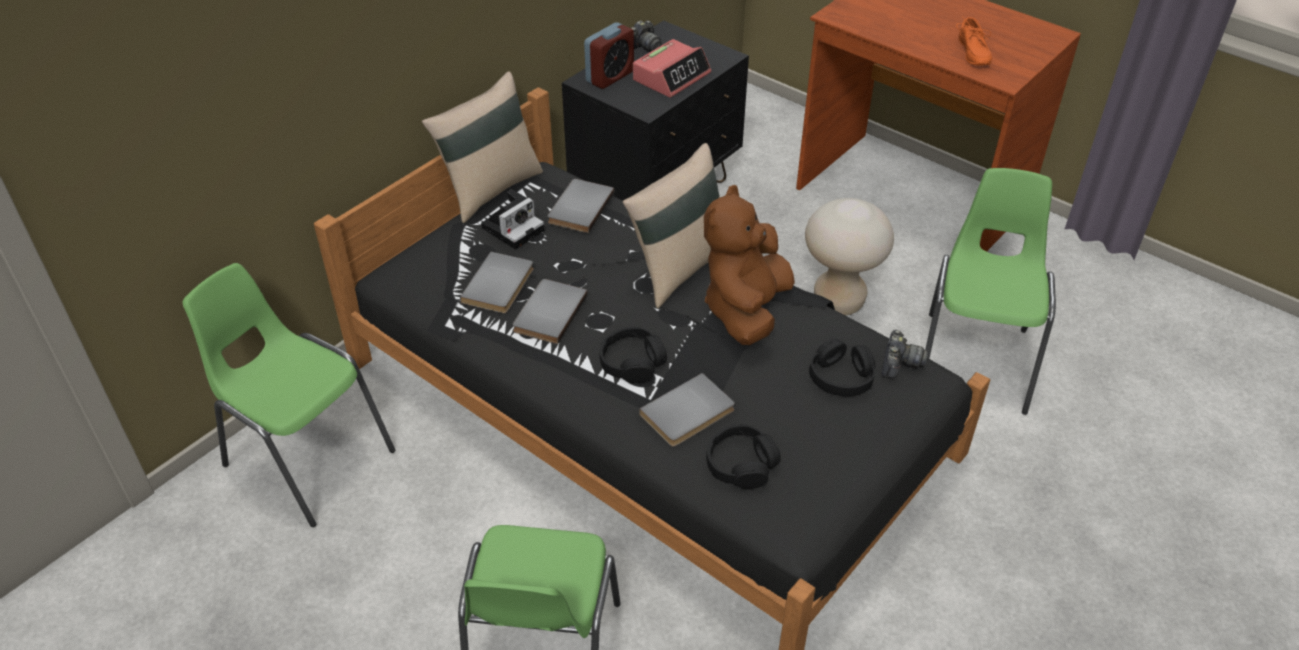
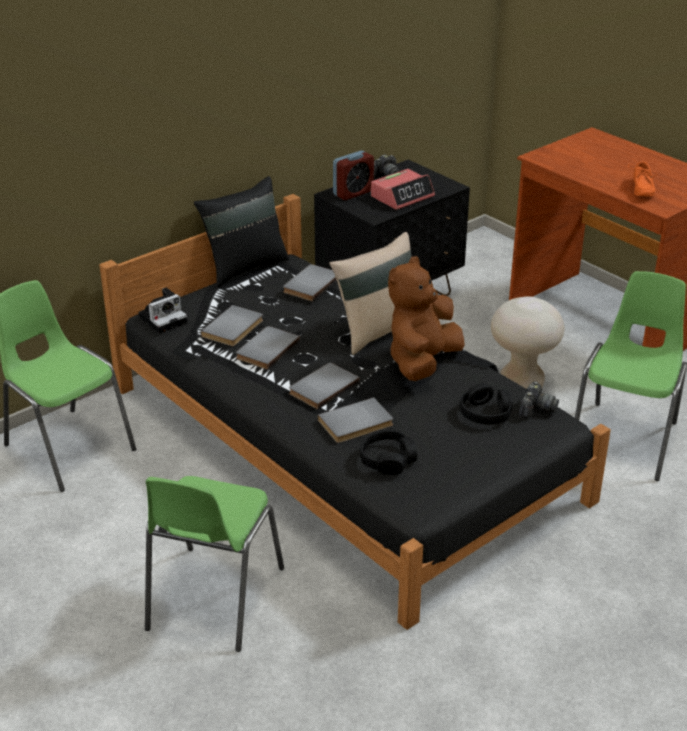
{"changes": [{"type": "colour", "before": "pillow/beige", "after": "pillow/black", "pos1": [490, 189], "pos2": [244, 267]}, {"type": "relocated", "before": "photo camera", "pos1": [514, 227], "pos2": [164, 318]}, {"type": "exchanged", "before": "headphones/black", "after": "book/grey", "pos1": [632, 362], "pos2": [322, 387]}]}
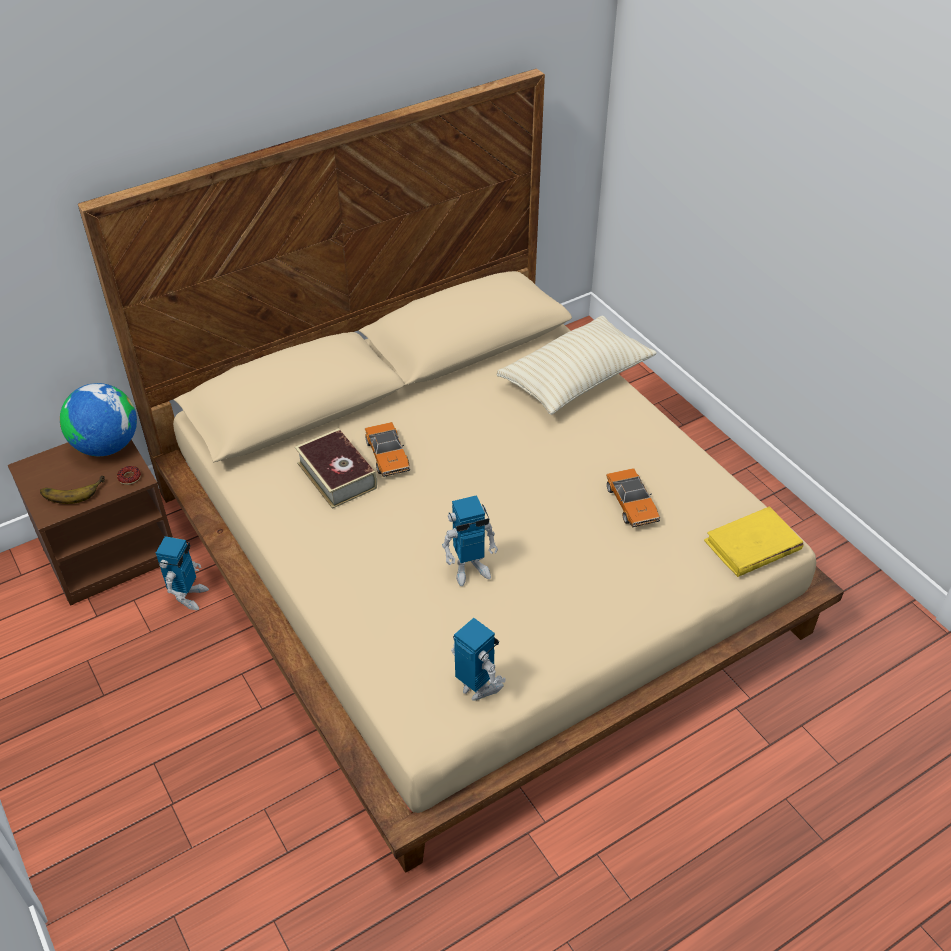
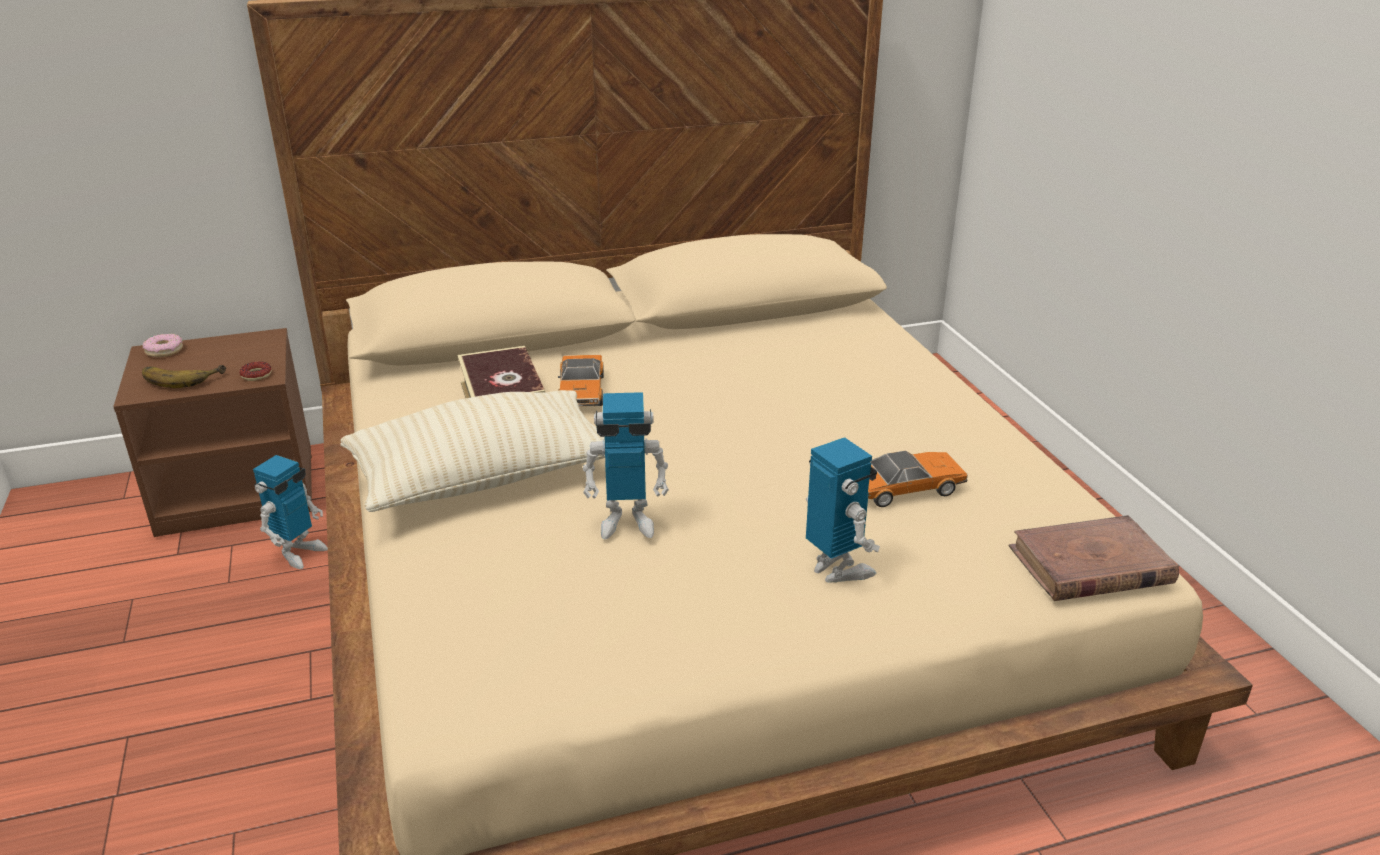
{"changes": [{"type": "relocated", "before": "pillow/beige", "pos1": [575, 379], "pos2": [482, 477]}, {"type": "missing", "before": "globe", "pos1": [107, 446]}, {"type": "spun", "before": "toy car", "pos1": [631, 504], "pos2": [906, 488], "turn": -105}, {"type": "colour", "before": "book/yellow", "after": "book/brown", "pos1": [752, 545], "pos2": [1090, 566]}, {"type": "relocated", "before": "toy robot", "pos1": [477, 687], "pos2": [837, 569]}, {"type": "appeared", "after": "donut", "pos2": [164, 351]}]}
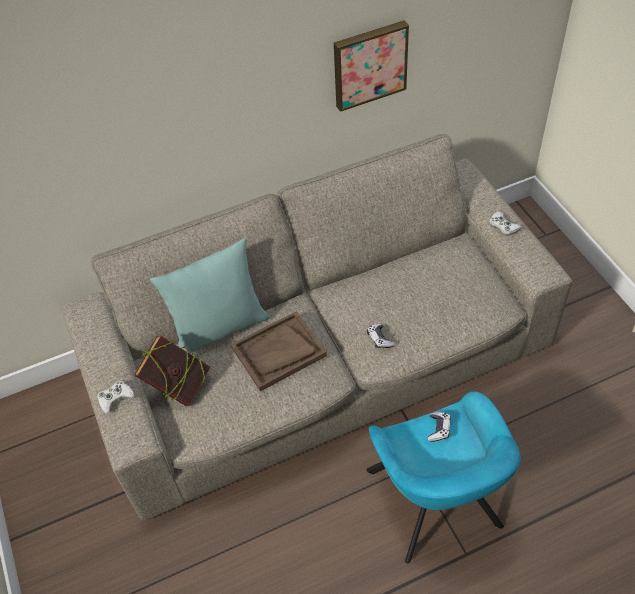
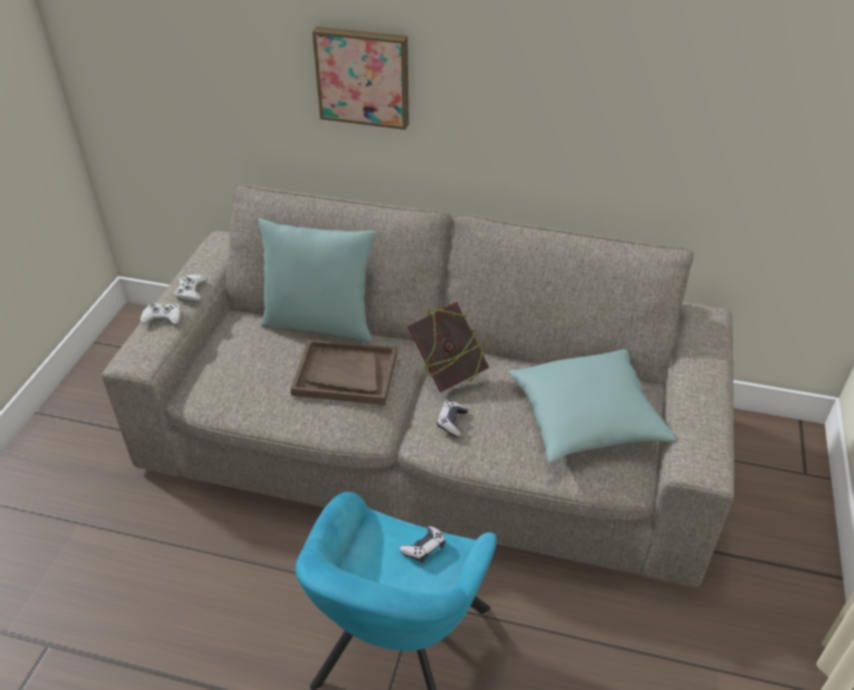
{"changes": [{"type": "relocated", "before": "picture", "pos1": [369, 64], "pos2": [363, 76]}, {"type": "relocated", "before": "game controller/white", "pos1": [503, 226], "pos2": [191, 291]}, {"type": "relocated", "before": "book", "pos1": [178, 387], "pos2": [447, 373]}, {"type": "appeared", "after": "pillow/turquoise", "pos2": [586, 419]}]}
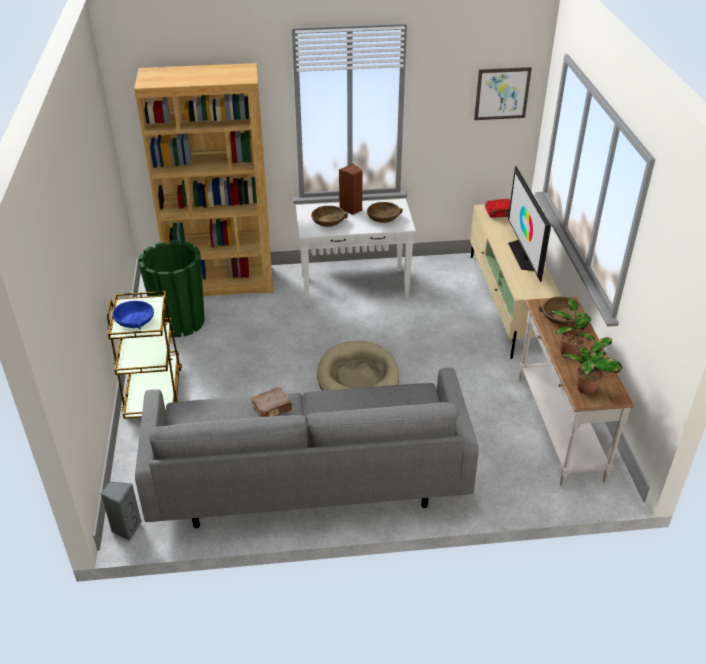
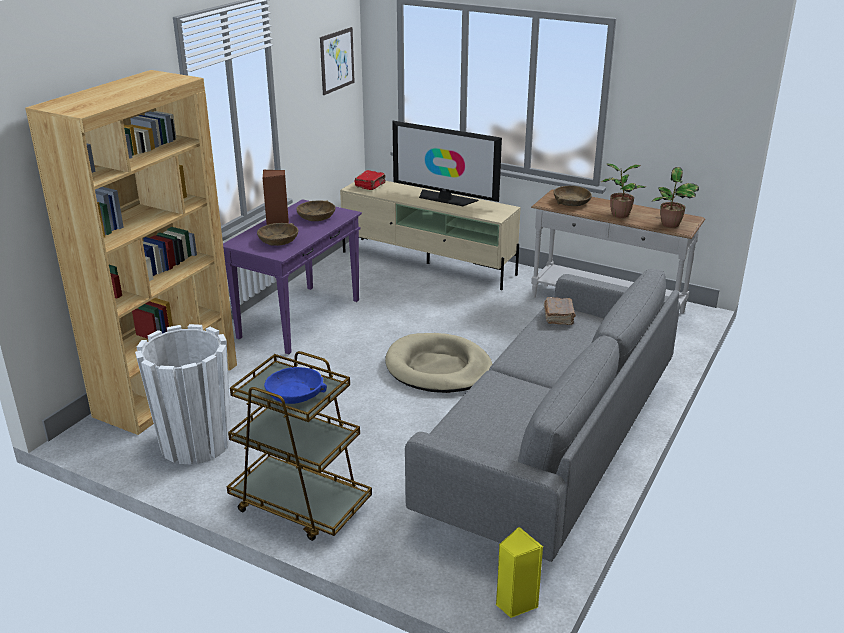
{"changes": [{"type": "colour", "before": "console table/white", "after": "console table/purple", "pos1": [355, 287], "pos2": [300, 318]}, {"type": "colour", "before": "planter/green", "after": "planter/white", "pos1": [180, 322], "pos2": [195, 442]}, {"type": "relocated", "before": "book/brown", "pos1": [272, 408], "pos2": [559, 317]}, {"type": "colour", "before": "speaker/grey", "after": "speaker/yellow", "pos1": [126, 528], "pos2": [515, 604]}]}
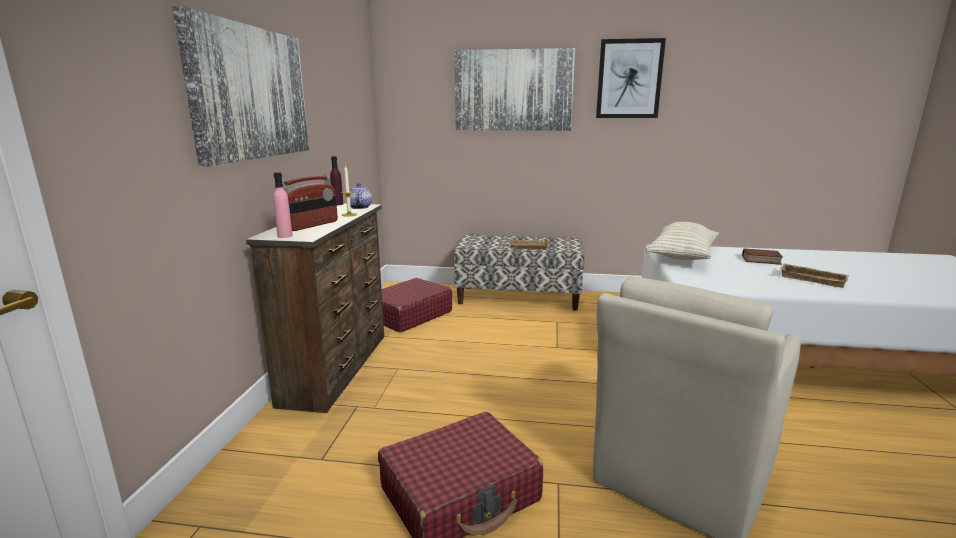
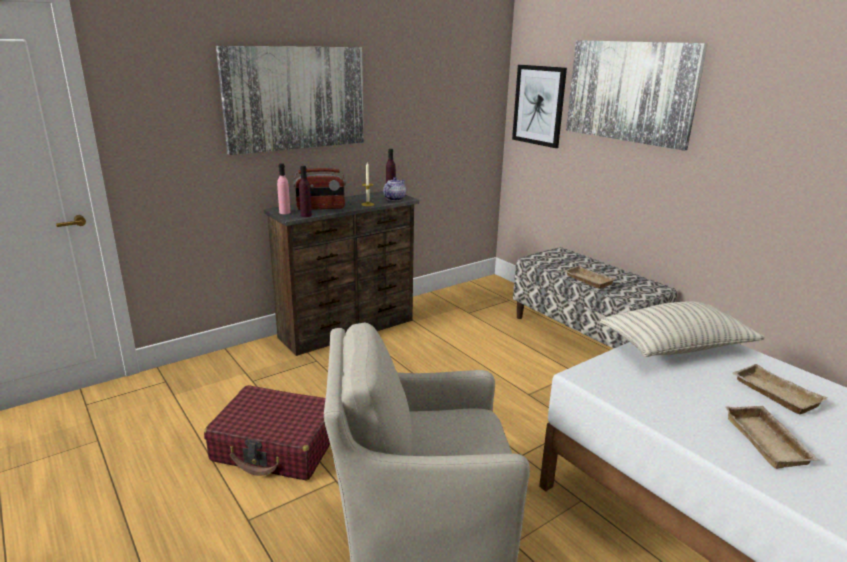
{"changes": [{"type": "relocated", "before": "picture", "pos1": [629, 79], "pos2": [539, 105]}, {"type": "exchanged", "before": "book", "after": "tray/beige", "pos1": [760, 260], "pos2": [773, 393]}, {"type": "missing", "before": "suitcase/red", "pos1": [409, 315]}, {"type": "appeared", "after": "bottle/purple", "pos2": [306, 215]}]}
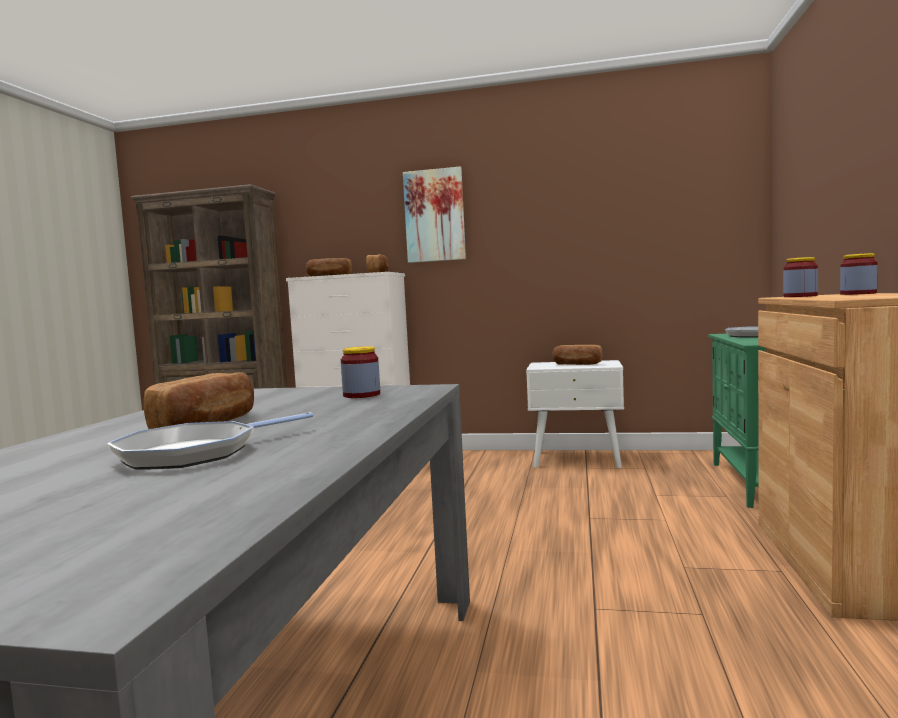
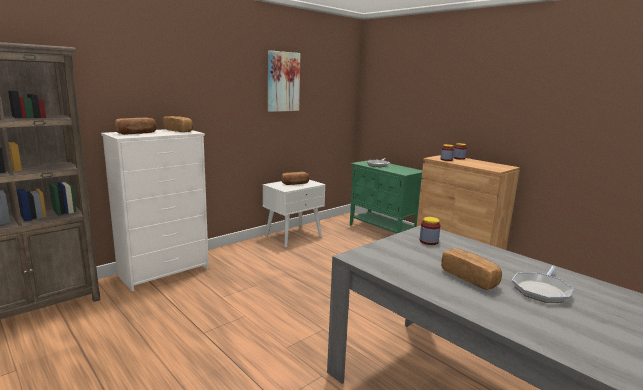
{"changes": [{"type": "relocated", "before": "picture", "pos1": [434, 215], "pos2": [283, 81]}, {"type": "spun", "before": "frying pan", "pos1": [195, 453], "pos2": [541, 290], "turn": 45}]}
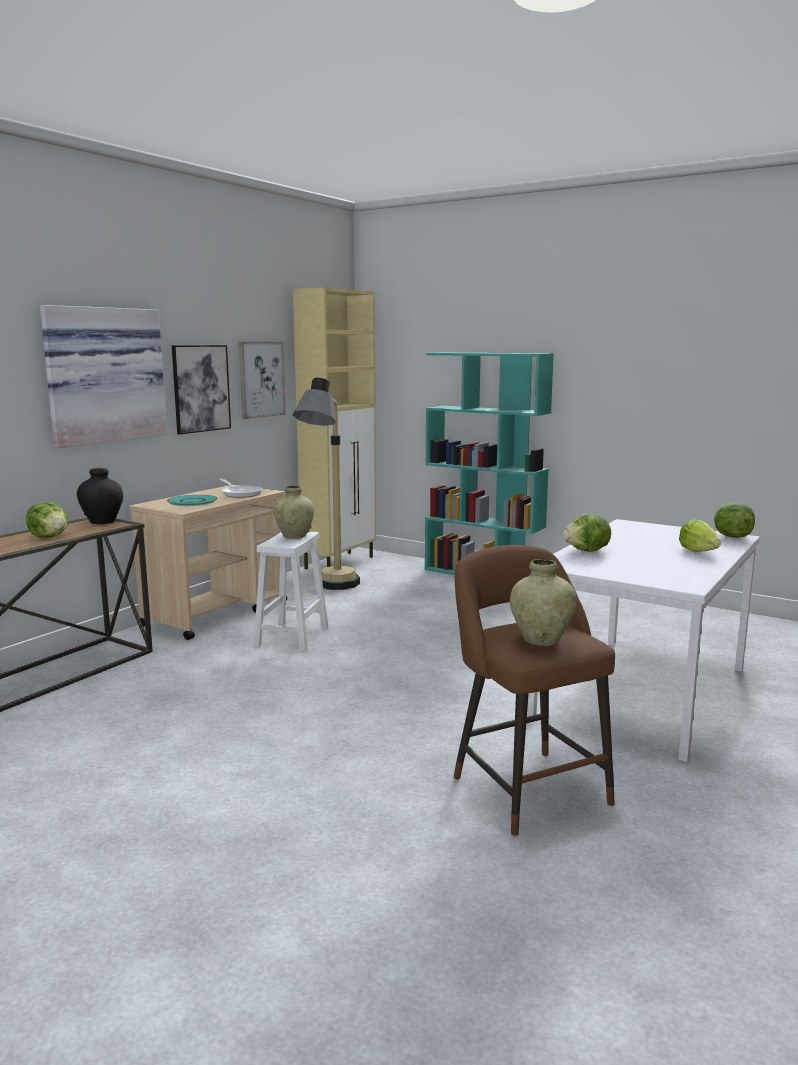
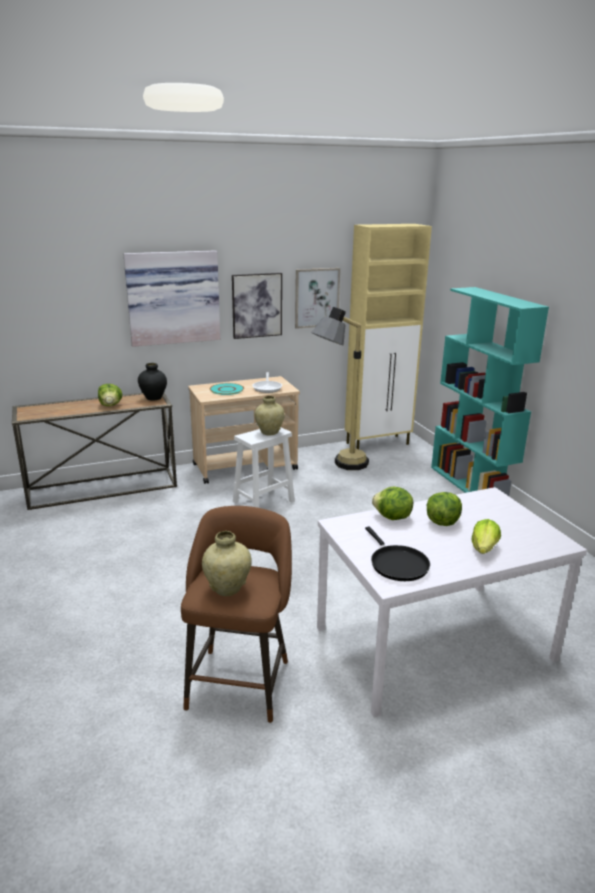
{"changes": [{"type": "relocated", "before": "lettuce", "pos1": [731, 536], "pos2": [442, 522]}, {"type": "appeared", "after": "frying pan/black", "pos2": [397, 564]}]}
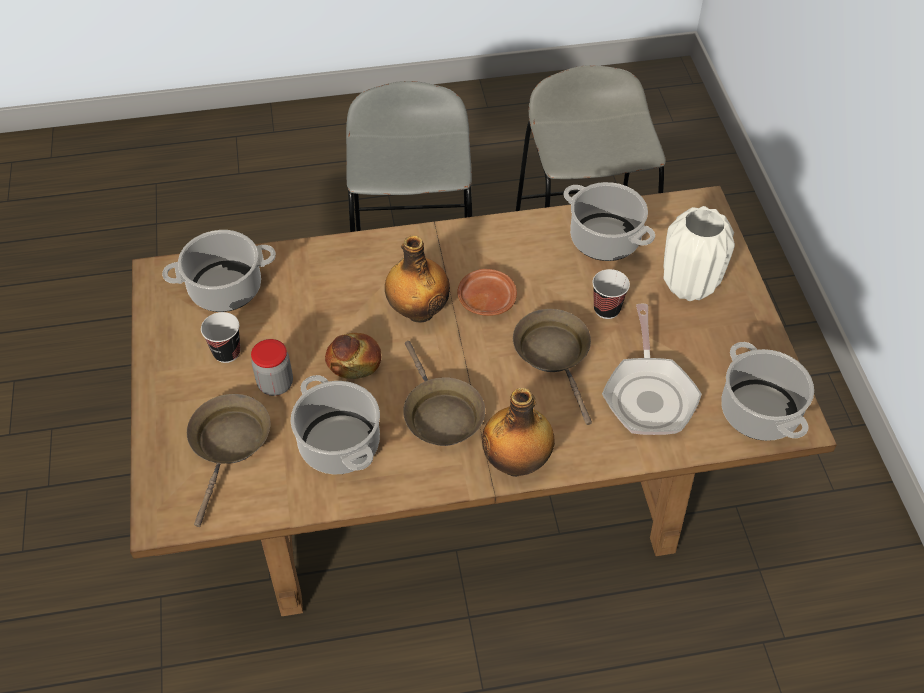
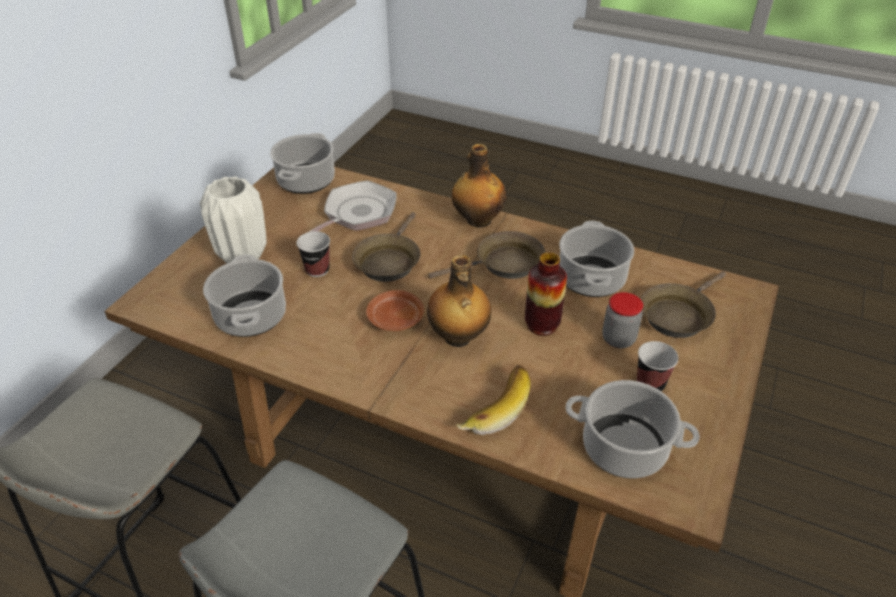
{"changes": [{"type": "exchanged", "before": "bread", "after": "vase", "pos1": [354, 362], "pos2": [542, 325]}, {"type": "spun", "before": "frying pan/brown", "pos1": [440, 414], "pos2": [504, 264], "turn": 60}, {"type": "appeared", "after": "banana", "pos2": [492, 408]}]}
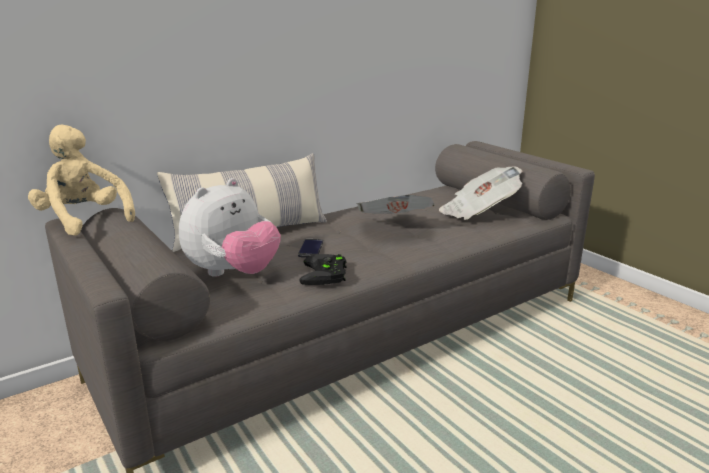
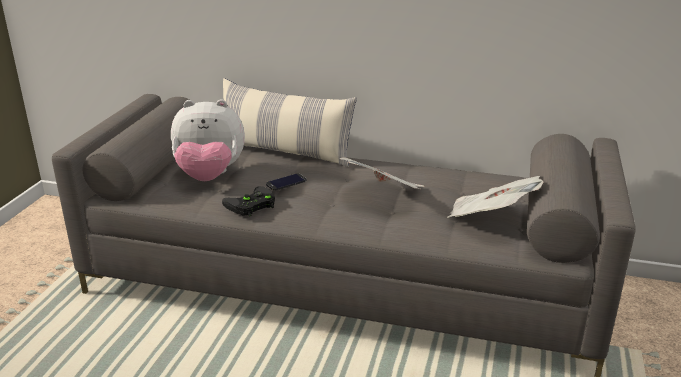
{"changes": [{"type": "missing", "before": "plush toy/beige", "pos1": [84, 220]}]}
